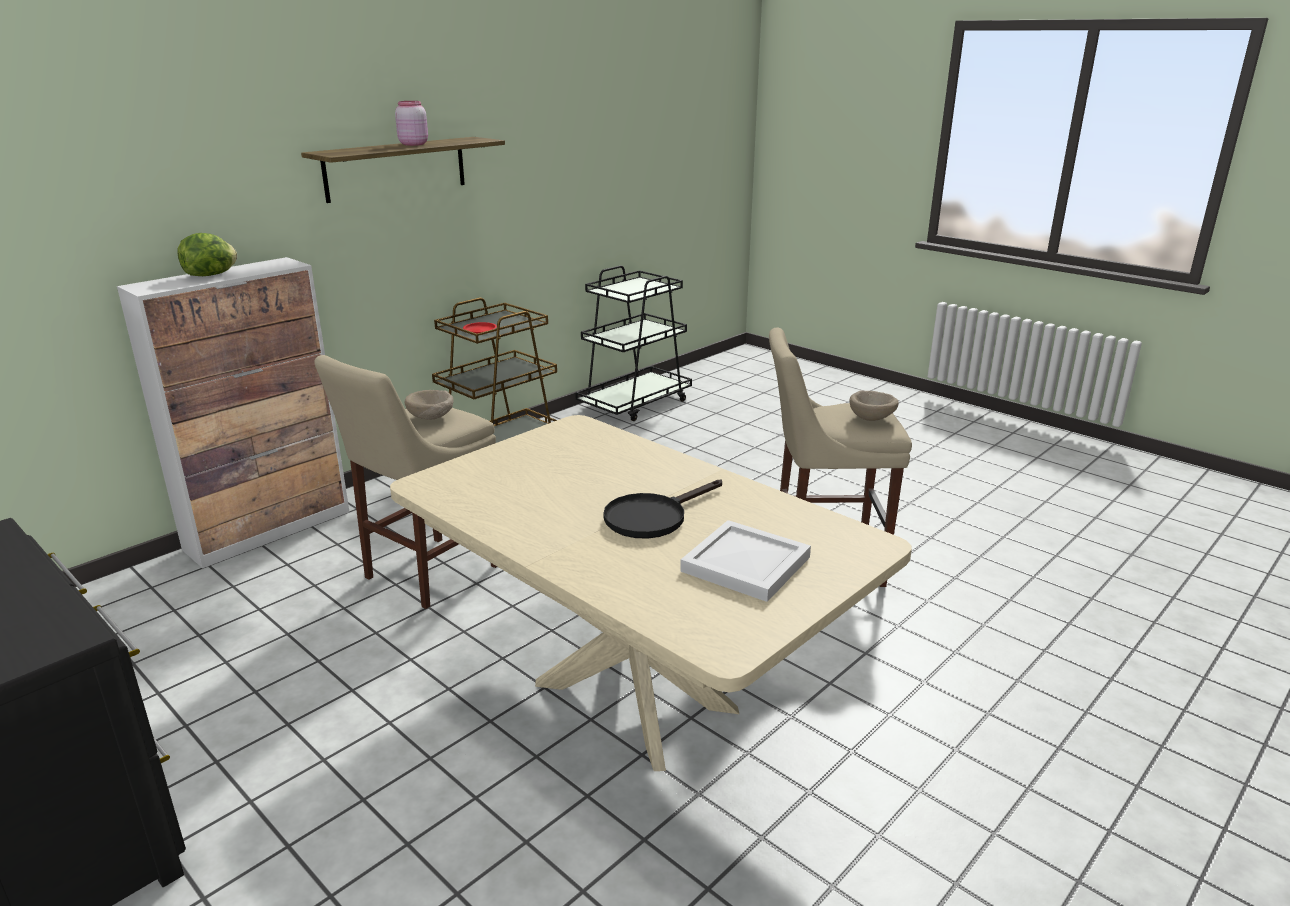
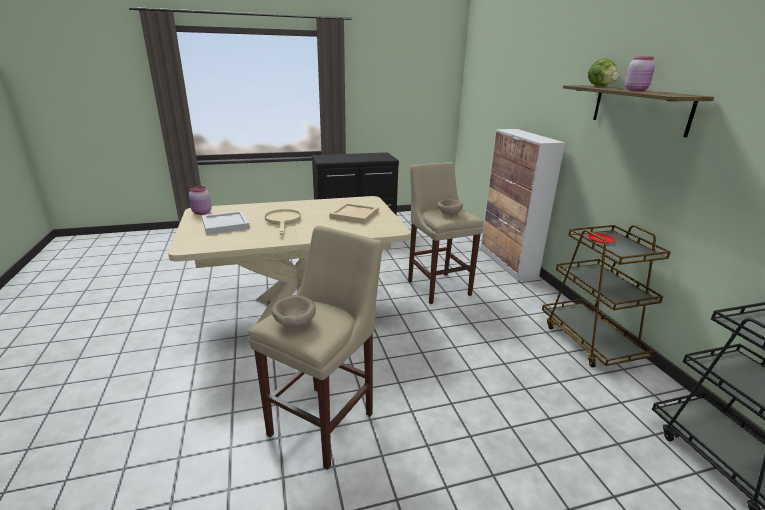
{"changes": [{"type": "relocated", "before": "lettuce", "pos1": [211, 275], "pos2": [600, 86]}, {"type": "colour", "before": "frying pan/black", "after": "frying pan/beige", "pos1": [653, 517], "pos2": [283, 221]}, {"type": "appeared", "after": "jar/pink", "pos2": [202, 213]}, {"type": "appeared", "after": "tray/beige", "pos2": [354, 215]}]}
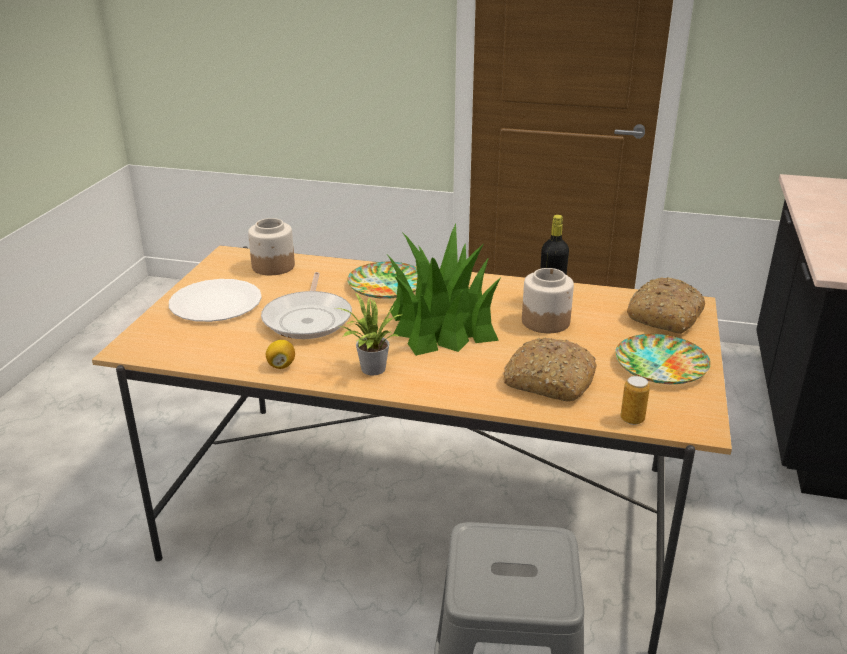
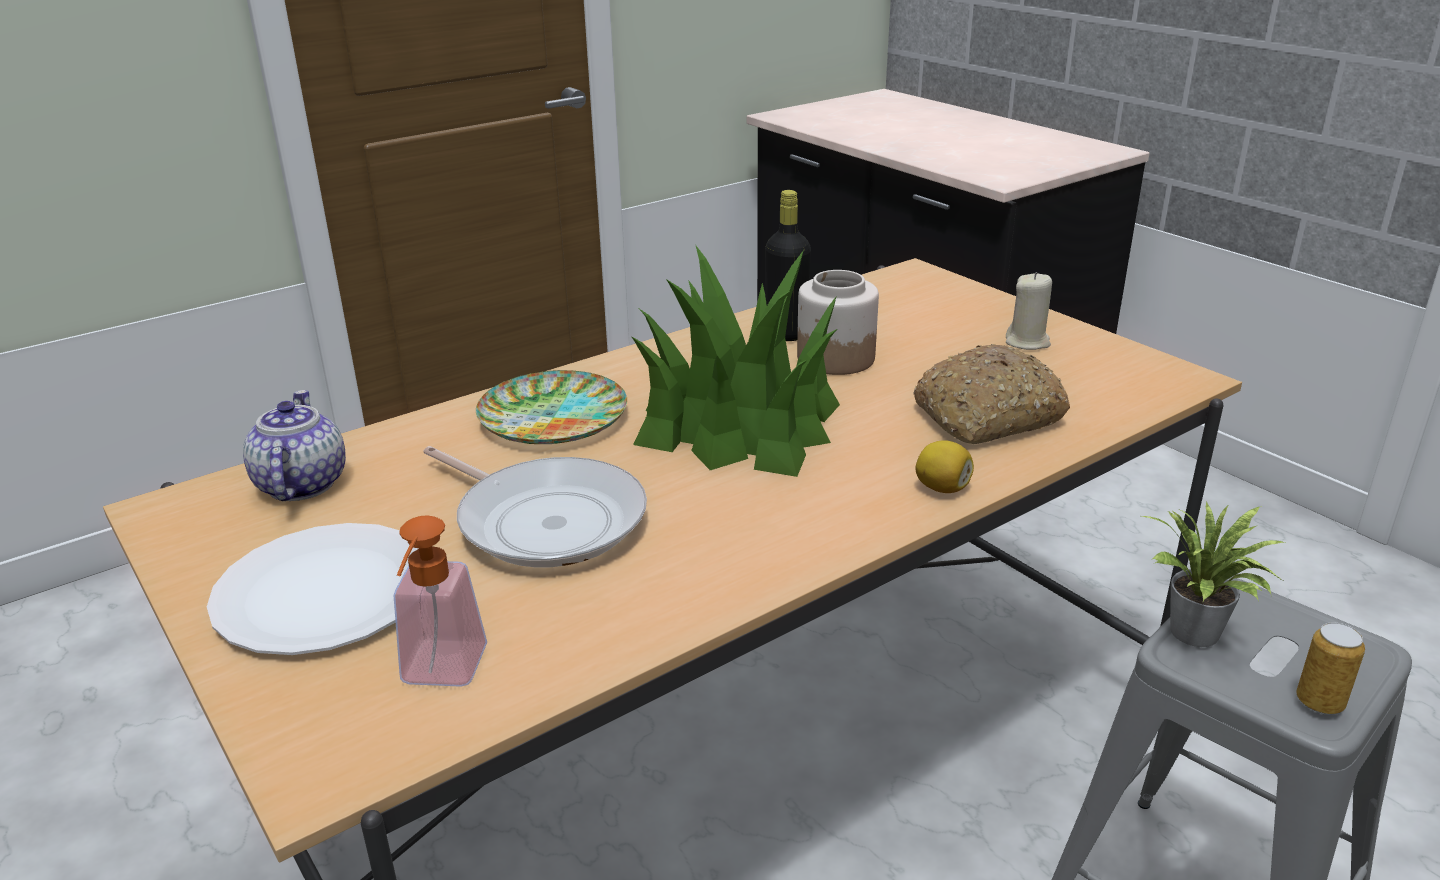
{"changes": [{"type": "exchanged", "before": "jar", "after": "teapot", "pos1": [272, 266], "pos2": [300, 484]}, {"type": "missing", "before": "bread", "pos1": [664, 316]}, {"type": "relocated", "before": "potted plant", "pos1": [370, 370], "pos2": [1196, 636]}, {"type": "exchanged", "before": "plate", "after": "candle/beige", "pos1": [660, 365], "pos2": [1027, 342]}, {"type": "relocated", "before": "lemon", "pos1": [281, 365], "pos2": [942, 488]}, {"type": "relocated", "before": "can", "pos1": [632, 419], "pos2": [1319, 702]}, {"type": "appeared", "after": "soap dispenser", "pos2": [440, 675]}]}
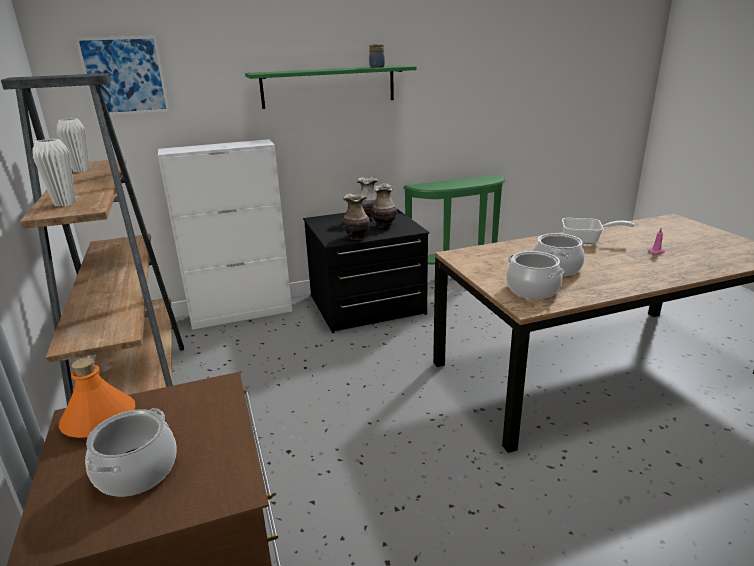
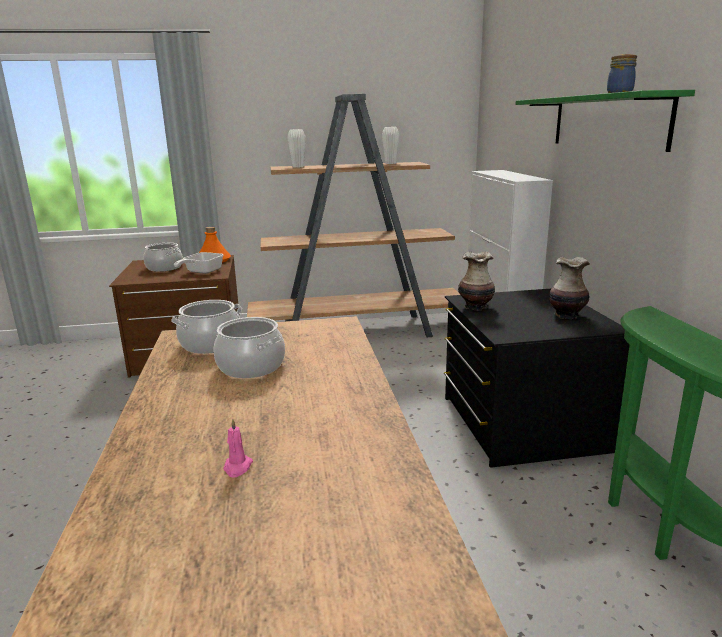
{"changes": [{"type": "missing", "before": "picture", "pos1": [124, 76]}, {"type": "missing", "before": "vase", "pos1": [384, 225]}, {"type": "relocated", "before": "frying pan", "pos1": [586, 240], "pos2": [201, 272]}]}
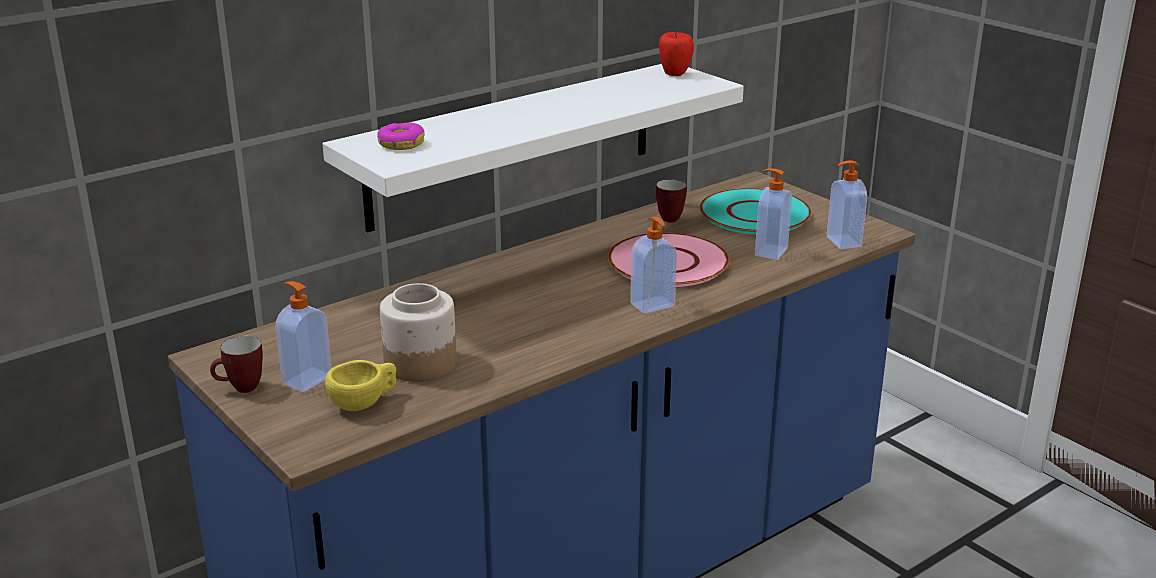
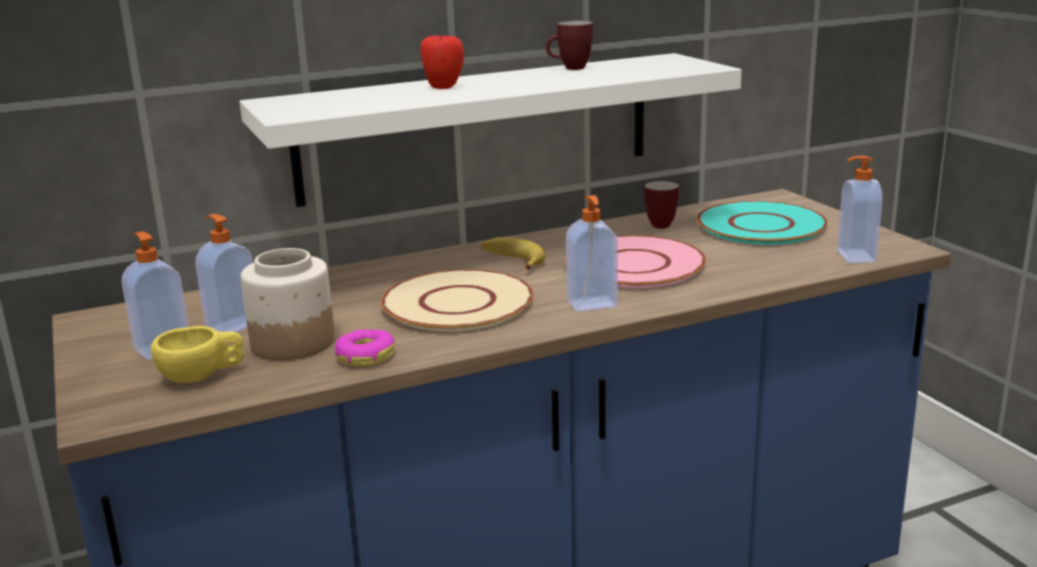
{"changes": [{"type": "relocated", "before": "apple", "pos1": [675, 74], "pos2": [444, 87]}, {"type": "relocated", "before": "donut", "pos1": [401, 144], "pos2": [365, 357]}, {"type": "relocated", "before": "soap dispenser", "pos1": [770, 252], "pos2": [232, 326]}, {"type": "relocated", "before": "mug", "pos1": [240, 389], "pos2": [570, 68]}, {"type": "appeared", "after": "banana", "pos2": [512, 261]}, {"type": "appeared", "after": "plate/beige", "pos2": [458, 303]}]}
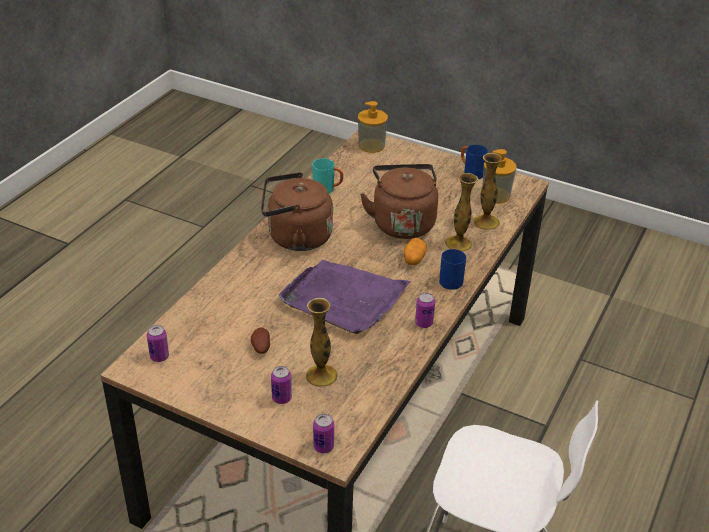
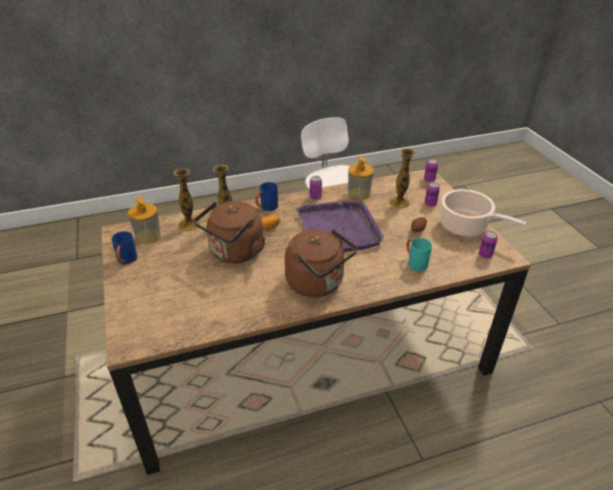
{"changes": [{"type": "relocated", "before": "soap dispenser", "pos1": [371, 145], "pos2": [359, 193]}, {"type": "relocated", "before": "mug/turquoise", "pos1": [327, 189], "pos2": [414, 263]}, {"type": "appeared", "after": "cooking pot", "pos2": [466, 227]}]}
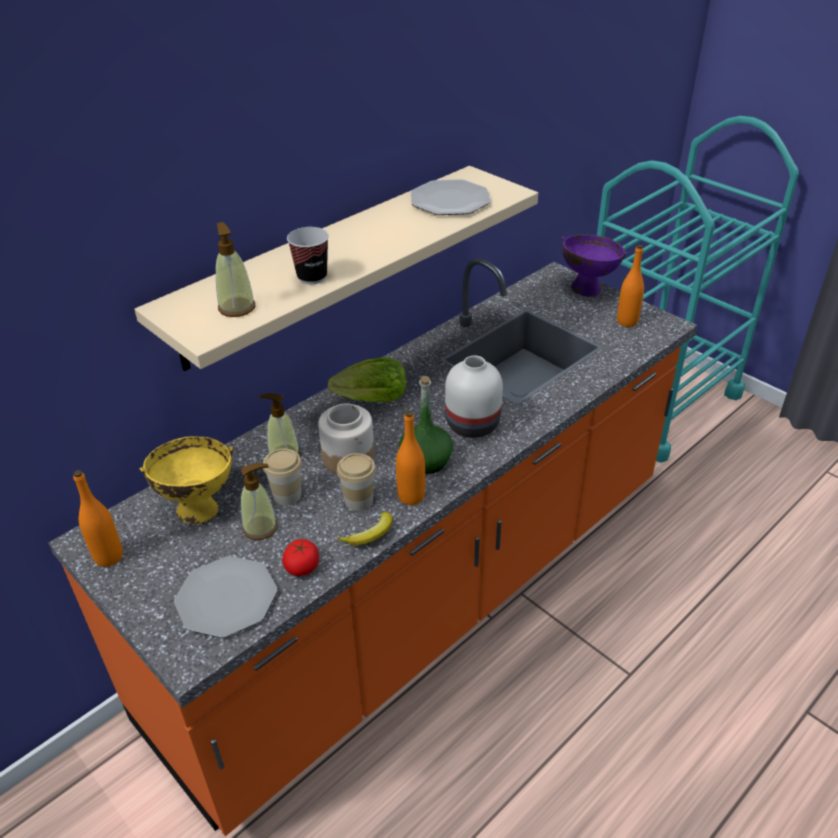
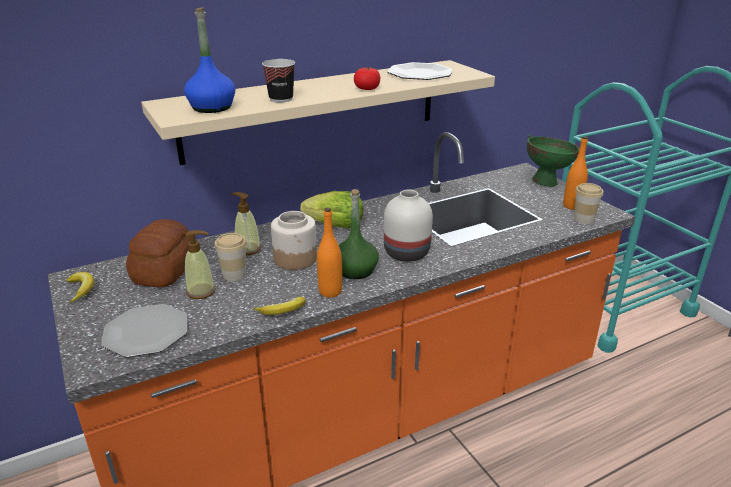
{"changes": [{"type": "exchanged", "before": "soap dispenser", "after": "bottle/blue", "pos1": [237, 307], "pos2": [212, 107]}, {"type": "colour", "before": "bowl/purple", "after": "bowl/green", "pos1": [587, 289], "pos2": [546, 182]}, {"type": "exchanged", "before": "bowl/yellow", "after": "bread", "pos1": [198, 508], "pos2": [164, 271]}, {"type": "relocated", "before": "cup", "pos1": [358, 500], "pos2": [583, 219]}, {"type": "exchanged", "before": "bottle/orange", "after": "banana", "pos1": [108, 557], "pos2": [81, 290]}, {"type": "relocated", "before": "tomato", "pos1": [302, 566], "pos2": [367, 88]}]}
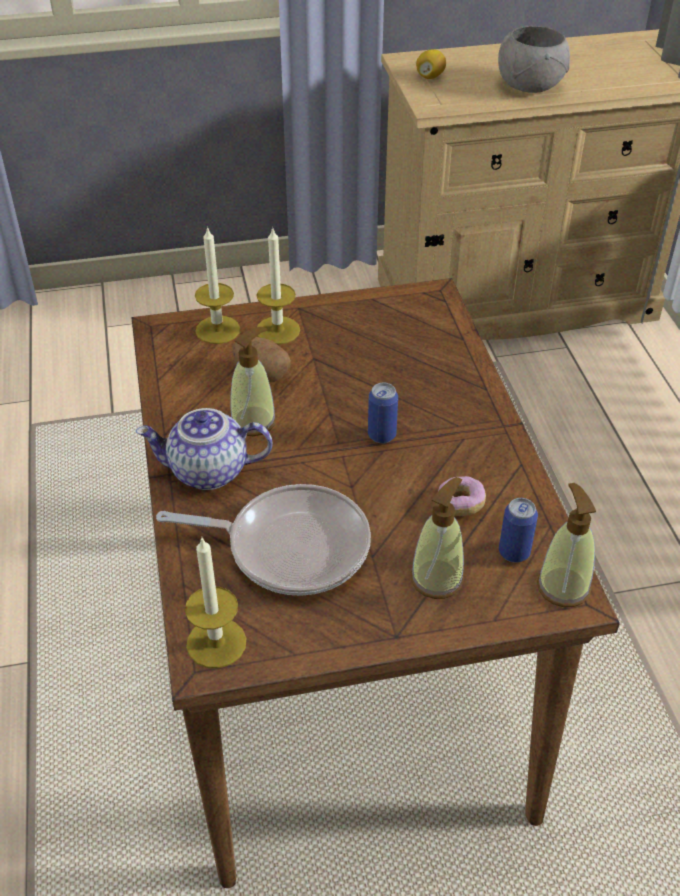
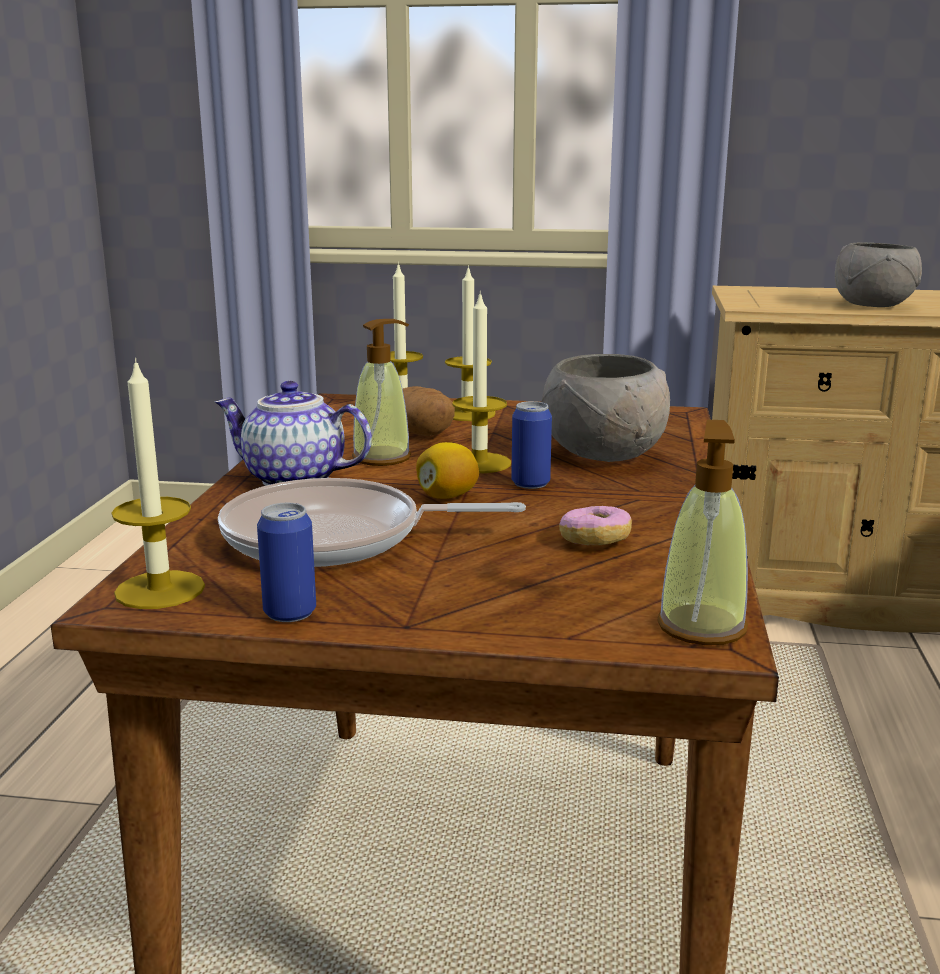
{"changes": [{"type": "relocated", "before": "lemon", "pos1": [430, 77], "pos2": [447, 496]}, {"type": "missing", "before": "soap dispenser", "pos1": [437, 578]}, {"type": "spun", "before": "frying pan", "pos1": [290, 546], "pos2": [335, 538], "turn": 150}, {"type": "relocated", "before": "can", "pos1": [514, 552], "pos2": [290, 613]}, {"type": "appeared", "after": "candle", "pos2": [479, 463]}, {"type": "appeared", "after": "bowl/grey", "pos2": [602, 453]}]}
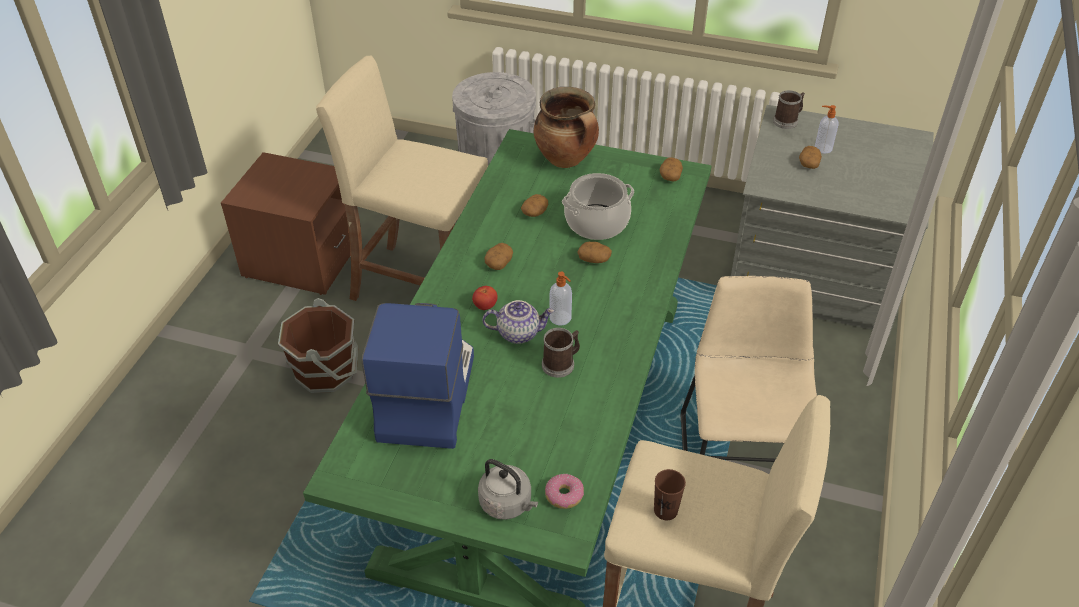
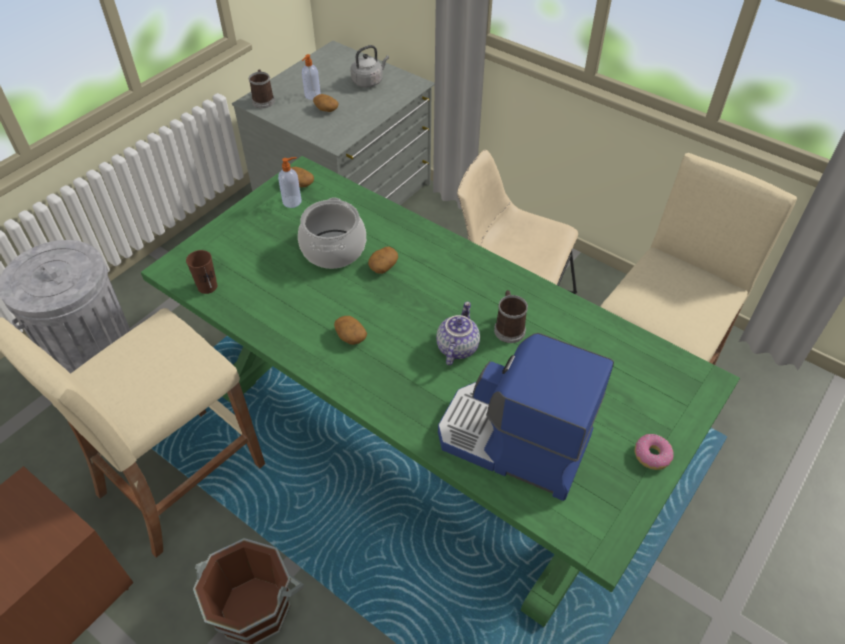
{"changes": [{"type": "missing", "before": "cooking pot", "pos1": [567, 160]}, {"type": "missing", "before": "potato", "pos1": [534, 212]}, {"type": "relocated", "before": "soap dispenser", "pos1": [561, 318], "pos2": [293, 201]}, {"type": "missing", "before": "tomato", "pos1": [485, 306]}, {"type": "relocated", "before": "kettle/grey", "pos1": [508, 504], "pos2": [369, 81]}, {"type": "relocated", "before": "cup/brown", "pos1": [665, 510], "pos2": [207, 287]}, {"type": "relocated", "before": "donut", "pos1": [564, 495], "pos2": [652, 455]}]}
